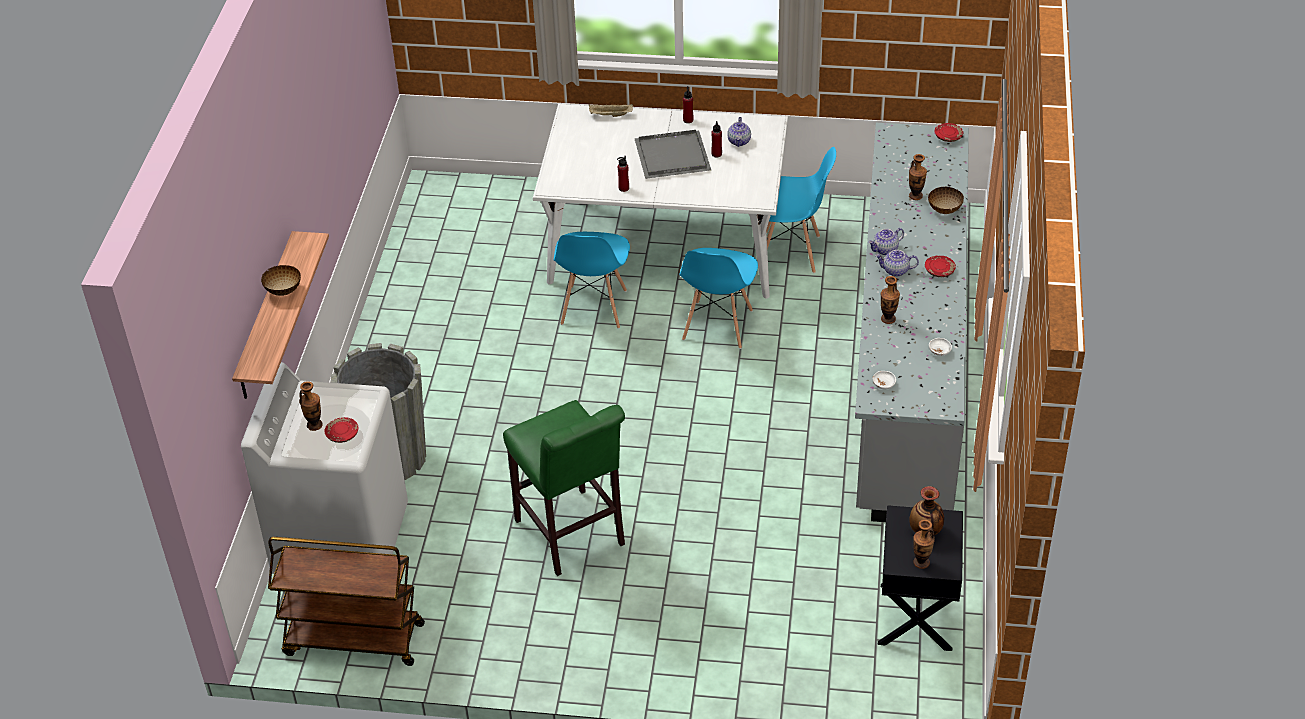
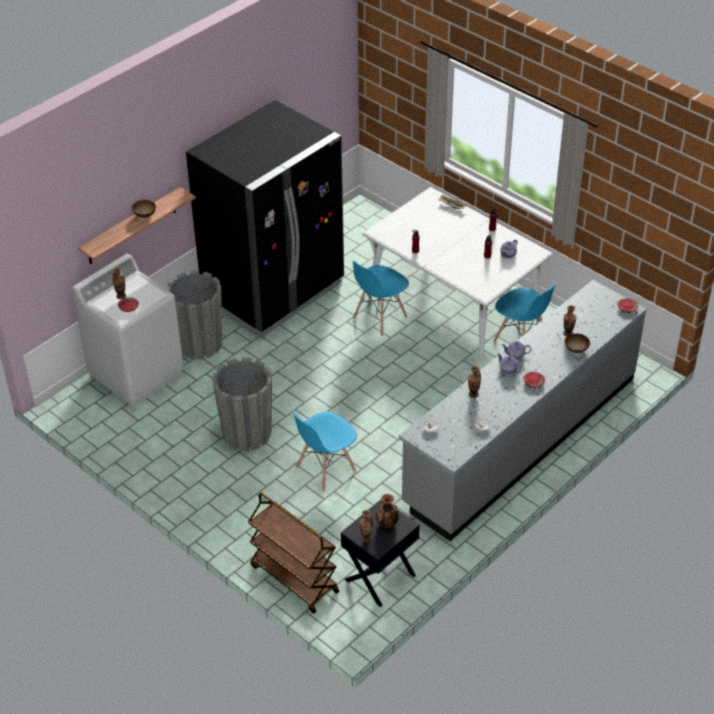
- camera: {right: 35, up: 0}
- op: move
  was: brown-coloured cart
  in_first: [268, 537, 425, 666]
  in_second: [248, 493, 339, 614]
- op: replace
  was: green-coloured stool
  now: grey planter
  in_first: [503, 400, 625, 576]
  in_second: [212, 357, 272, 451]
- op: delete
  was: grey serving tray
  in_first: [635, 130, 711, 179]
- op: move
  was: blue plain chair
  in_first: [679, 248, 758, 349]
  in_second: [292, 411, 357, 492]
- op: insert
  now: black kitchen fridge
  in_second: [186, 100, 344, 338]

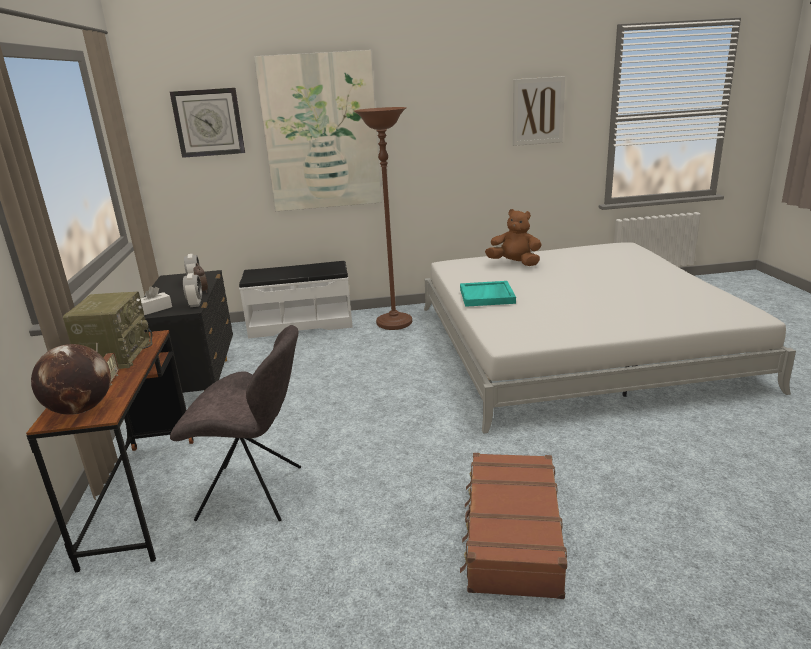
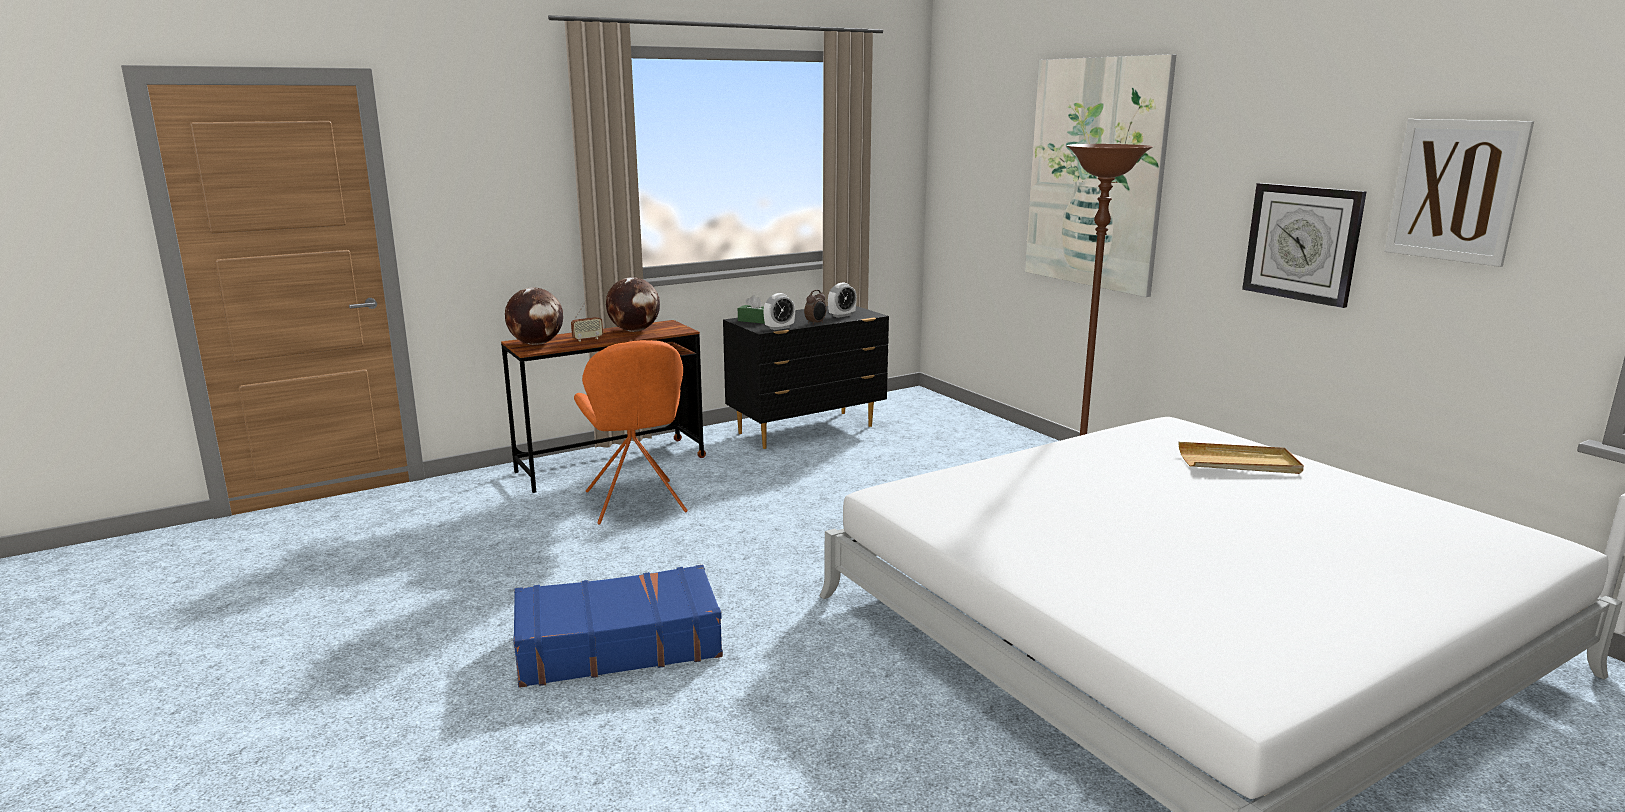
- camera: {right: 65, up: -5}
- op: replace
  was: radio
  now: world globe
  in_first: [63, 292, 152, 369]
  in_second: [606, 277, 660, 332]
- op: recolor
  was: white tissue holder
  now: green-coloured tissue holder
  in_first: [137, 286, 172, 315]
  in_second: [738, 295, 765, 324]
- op: move
  was: clock on the wall
  in_first: [170, 88, 245, 158]
  in_second: [1242, 183, 1367, 308]
- op: recolor
  was: grey plain chair
  now: orange-coloured plain chair
  in_first: [170, 325, 301, 521]
  in_second: [574, 340, 688, 525]
- op: delete
  was: white bench
  in_first: [239, 261, 353, 339]
- op: delete
  was: turquoise-coloured serving tray
  in_first: [460, 281, 516, 307]
- op: recolor
  was: brown-coloured suitcase
  now: blue suitcase
  in_first: [460, 453, 567, 599]
  in_second: [513, 565, 723, 688]
- op: replace
  was: brown-coloured soft toy
  now: beige serving tray
  in_first: [485, 209, 542, 266]
  in_second: [1179, 442, 1304, 474]

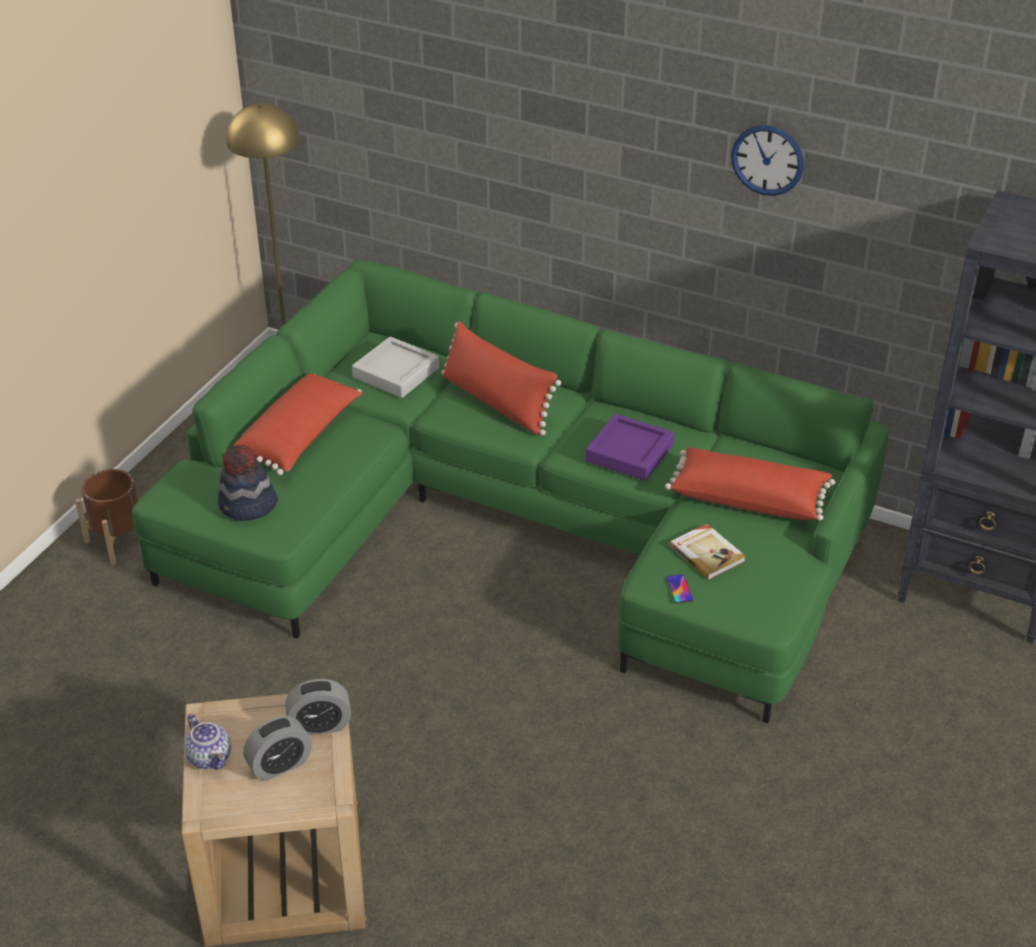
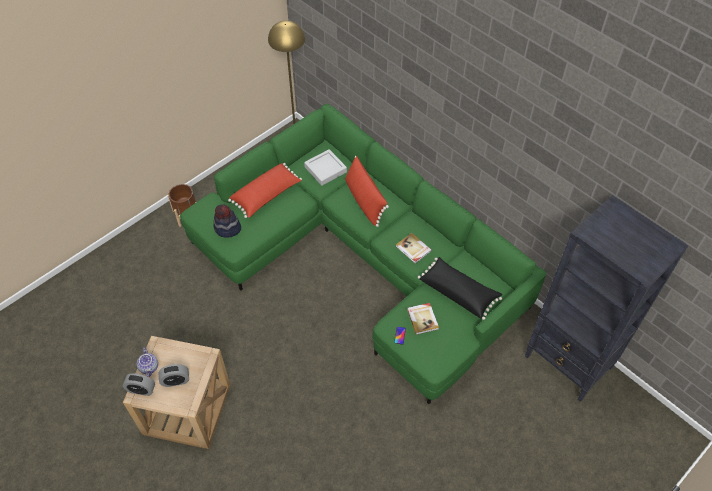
- camera: {right: 20, up: 15}
- op: move
  was: bedside clock
  in_first: [285, 679, 351, 736]
  in_second: [123, 373, 155, 396]
- op: replace
  was: purplish serving tray
  now: bound book
  in_first: [586, 414, 674, 481]
  in_second: [396, 233, 432, 264]
- op: recolor
  was: red throw pillow
  now: black throw pillow
  in_first: [665, 447, 835, 521]
  in_second: [418, 257, 502, 320]
- op: delete
  was: clock on the wall
  in_first: [731, 125, 804, 196]

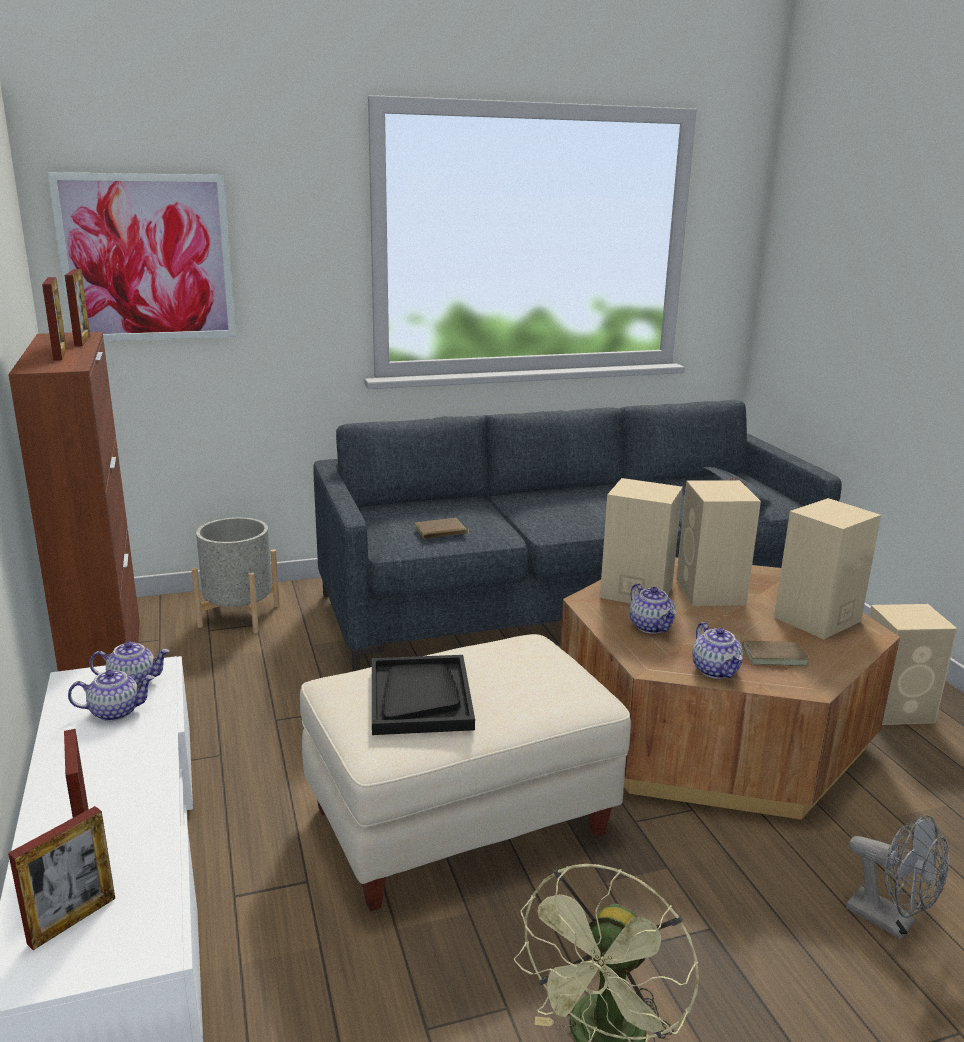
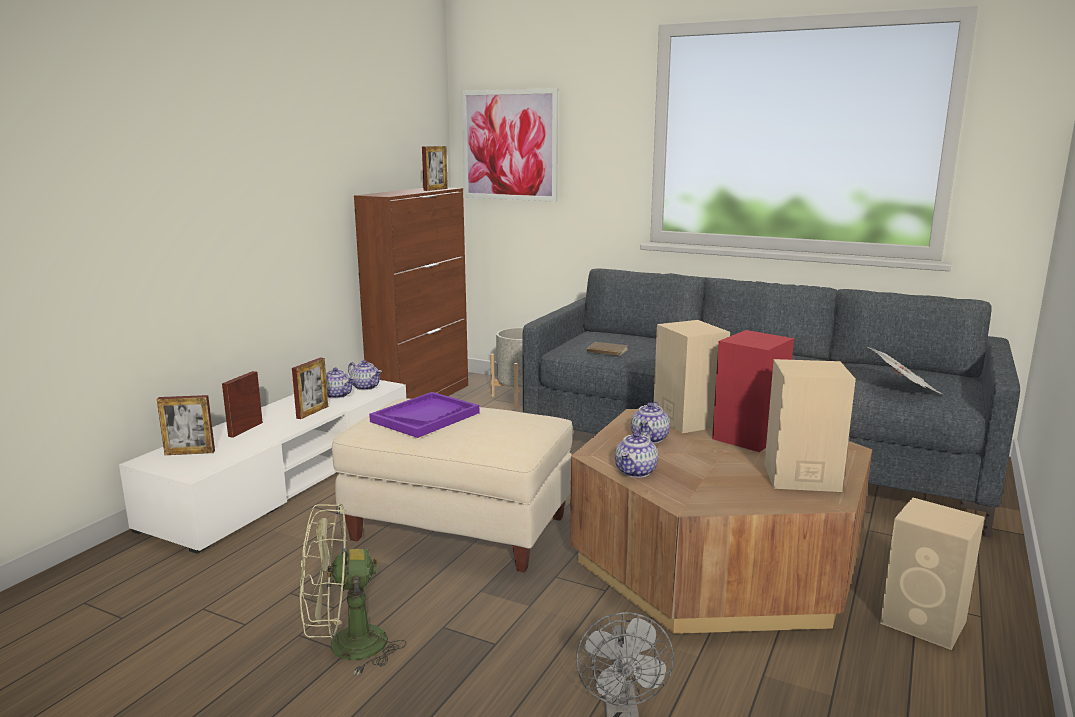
- camera: {right: 45, up: -5}
- op: move
  was: picture frame
  in_first: [42, 277, 67, 361]
  in_second: [292, 358, 328, 419]
- op: recolor
  was: black serving tray
  now: purplish serving tray
  in_first: [372, 655, 475, 735]
  in_second: [369, 392, 479, 438]
- op: recolor
  was: beige audio speaker
  now: red audio speaker
  in_first: [676, 480, 761, 606]
  in_second: [712, 330, 794, 452]
- op: delete
  was: brown-coloured bound book
  in_first: [740, 635, 809, 666]

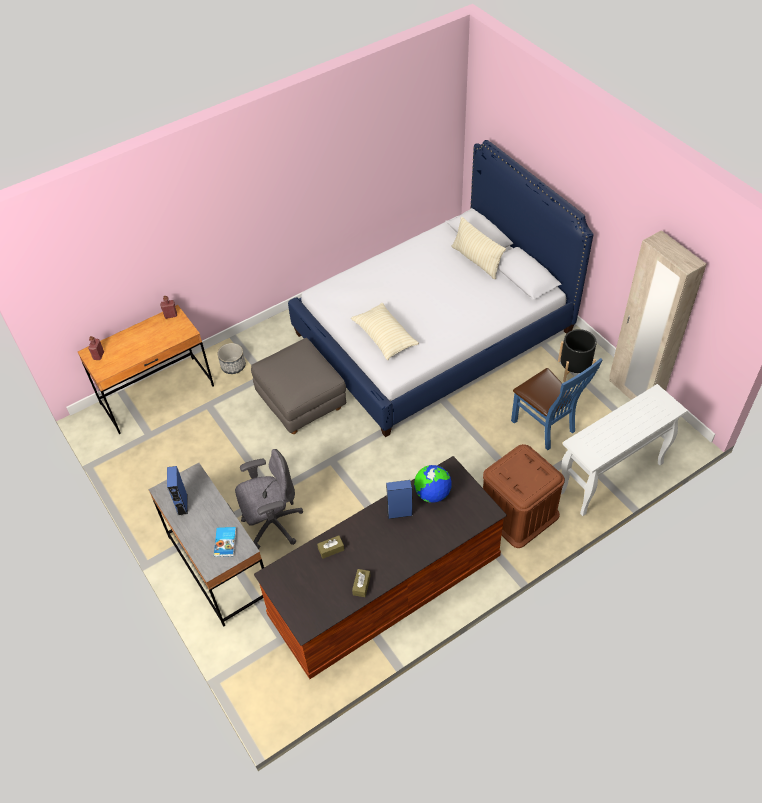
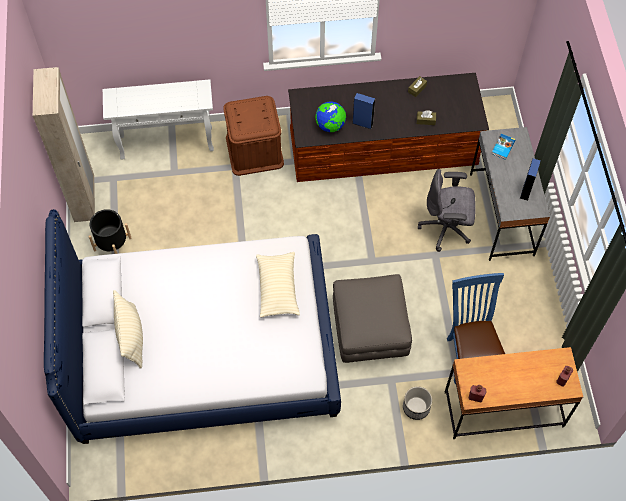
- camera: {right: -155, up: 10}
- op: move
  was: blue plain chair
  in_first: [511, 358, 603, 450]
  in_second: [447, 273, 505, 384]

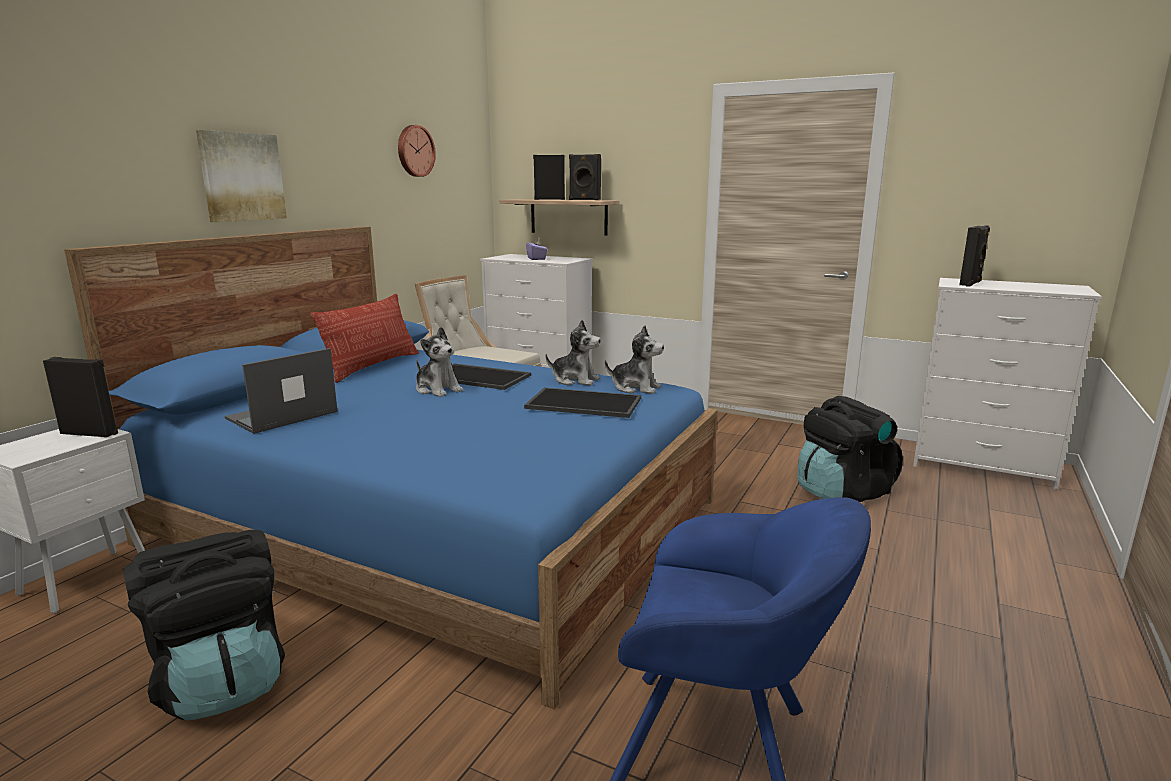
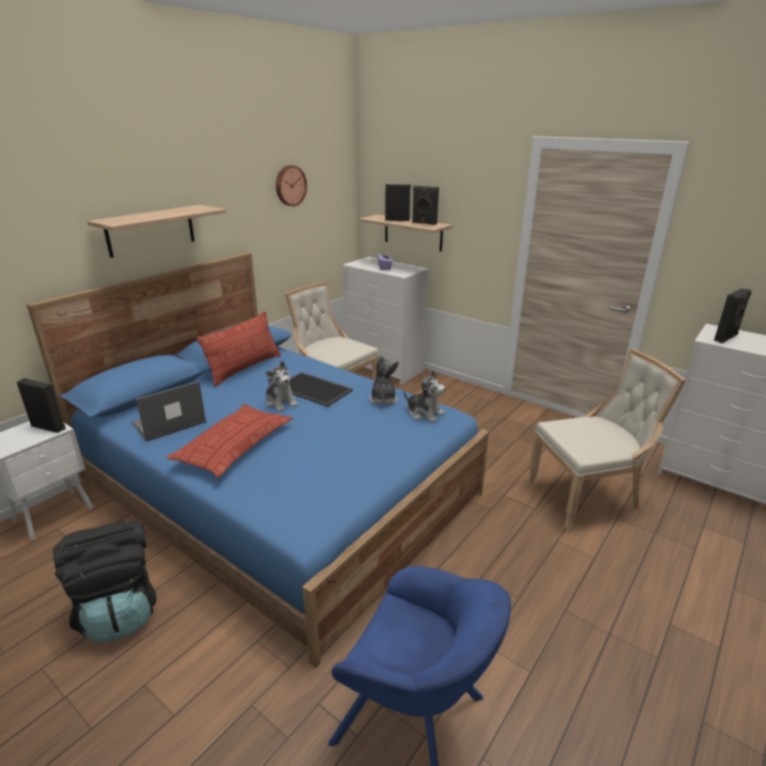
- camera: {right: 10, up: 10}
- op: replace
  was: wall art
  now: wall shelf
  in_first: [196, 130, 287, 222]
  in_second: [87, 205, 226, 258]
- op: delete
  was: serving tray
  in_first: [524, 388, 641, 418]
- op: rotate
  was: soft toy
  in_first: [545, 320, 601, 386]
  in_second: [369, 355, 399, 405]
  clockwise: -120
- op: replace
  was: black backpack
  now: beige plain chair
  in_first: [798, 396, 903, 502]
  in_second: [526, 349, 686, 530]
- op: insert
  now: throw pillow
  in_second: [167, 404, 293, 478]

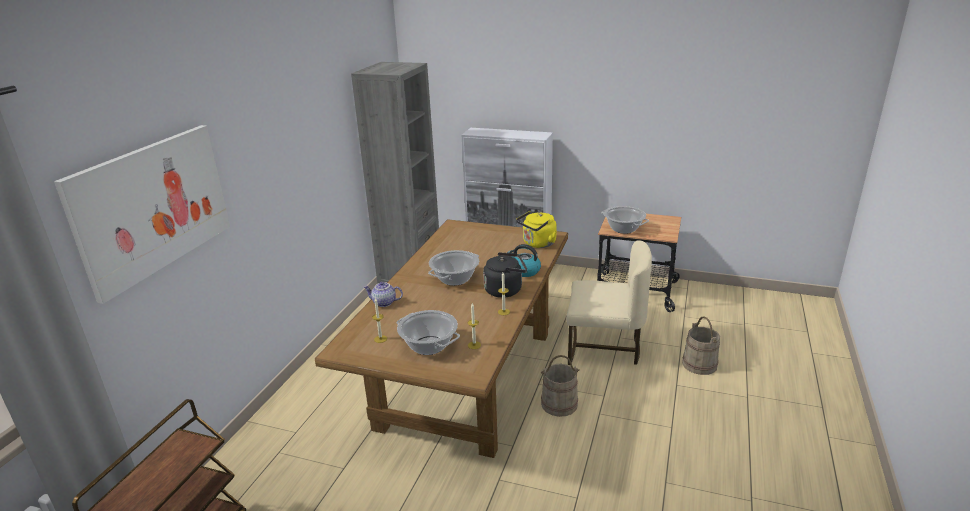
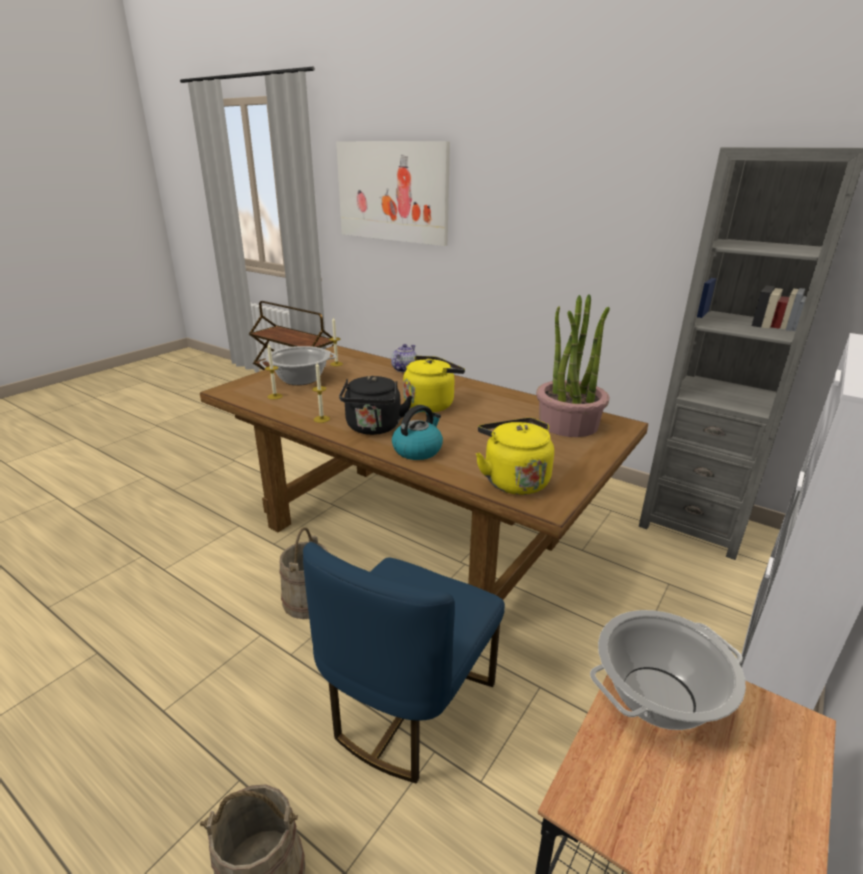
- camera: {right: 105, up: 0}
- op: replace
  was: saucepot
  now: yellowish tea kettle
  in_first: [428, 250, 479, 286]
  in_second: [403, 356, 465, 413]
- op: recolor
  was: beige plain chair
  now: blue plain chair
  in_first: [566, 240, 652, 365]
  in_second: [303, 542, 505, 784]
- op: insert
  now: potted plant
  in_second: [536, 294, 610, 437]

